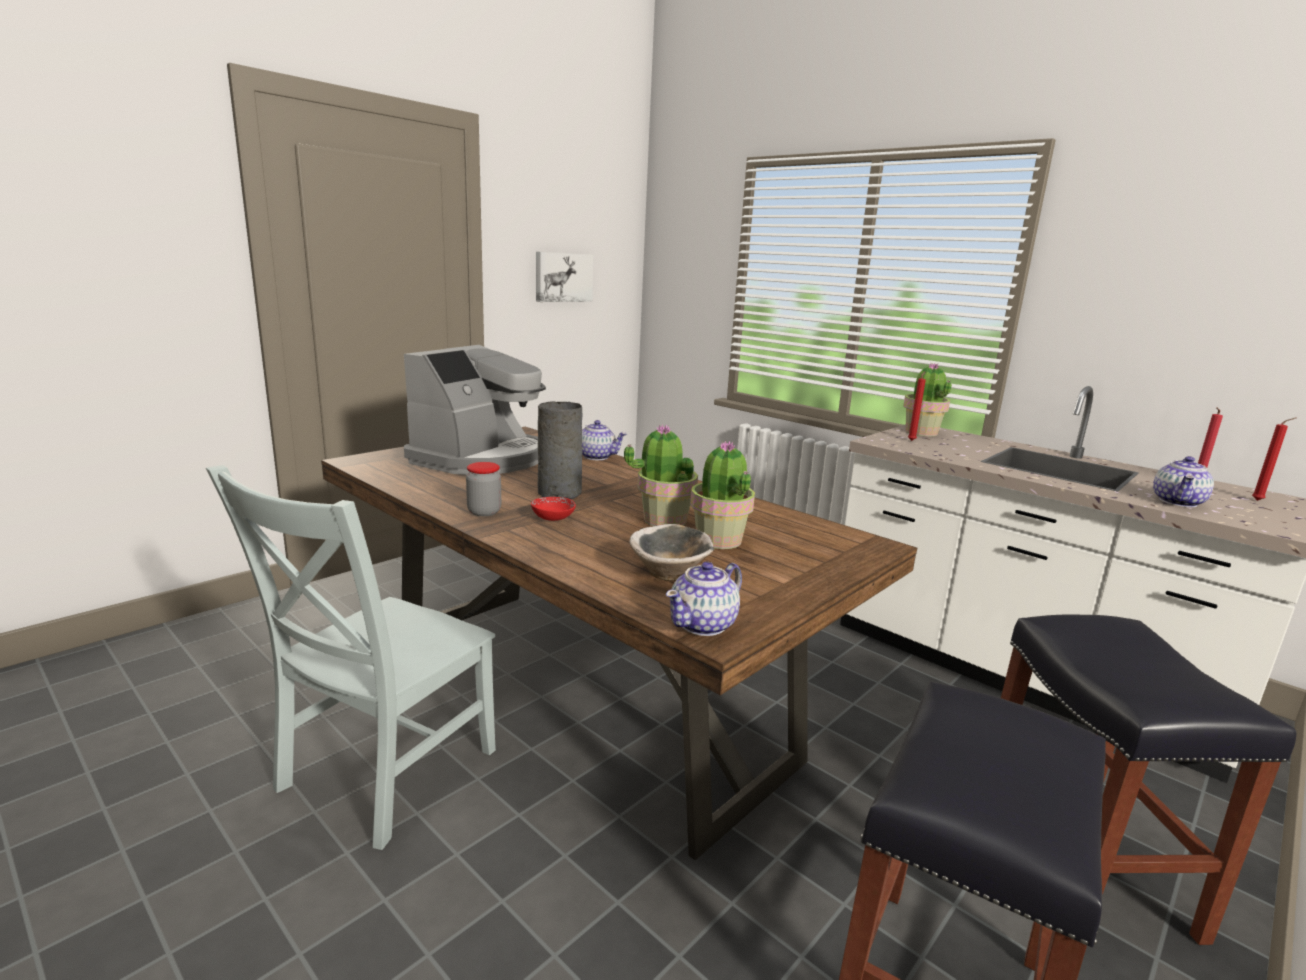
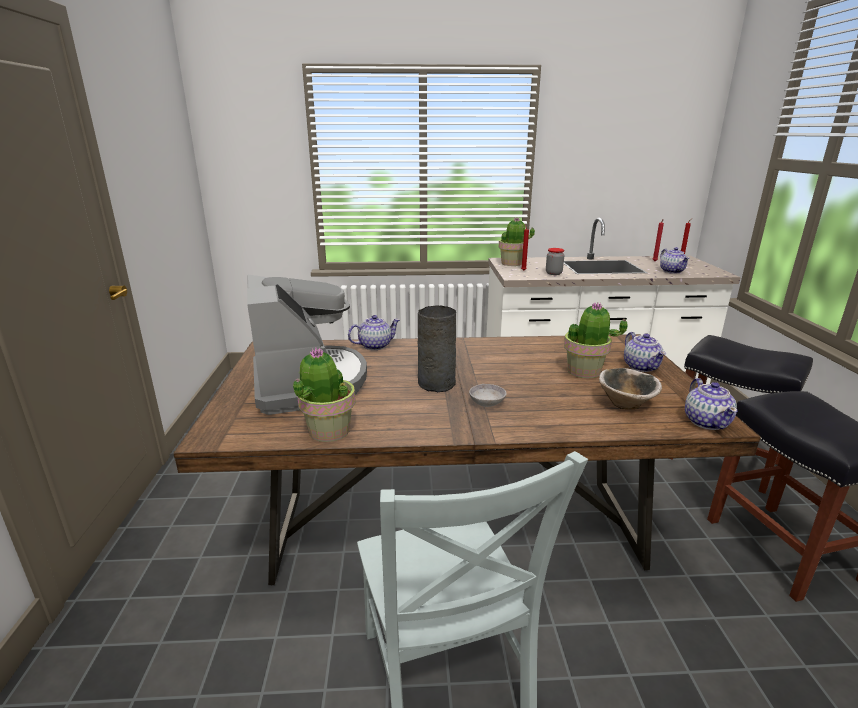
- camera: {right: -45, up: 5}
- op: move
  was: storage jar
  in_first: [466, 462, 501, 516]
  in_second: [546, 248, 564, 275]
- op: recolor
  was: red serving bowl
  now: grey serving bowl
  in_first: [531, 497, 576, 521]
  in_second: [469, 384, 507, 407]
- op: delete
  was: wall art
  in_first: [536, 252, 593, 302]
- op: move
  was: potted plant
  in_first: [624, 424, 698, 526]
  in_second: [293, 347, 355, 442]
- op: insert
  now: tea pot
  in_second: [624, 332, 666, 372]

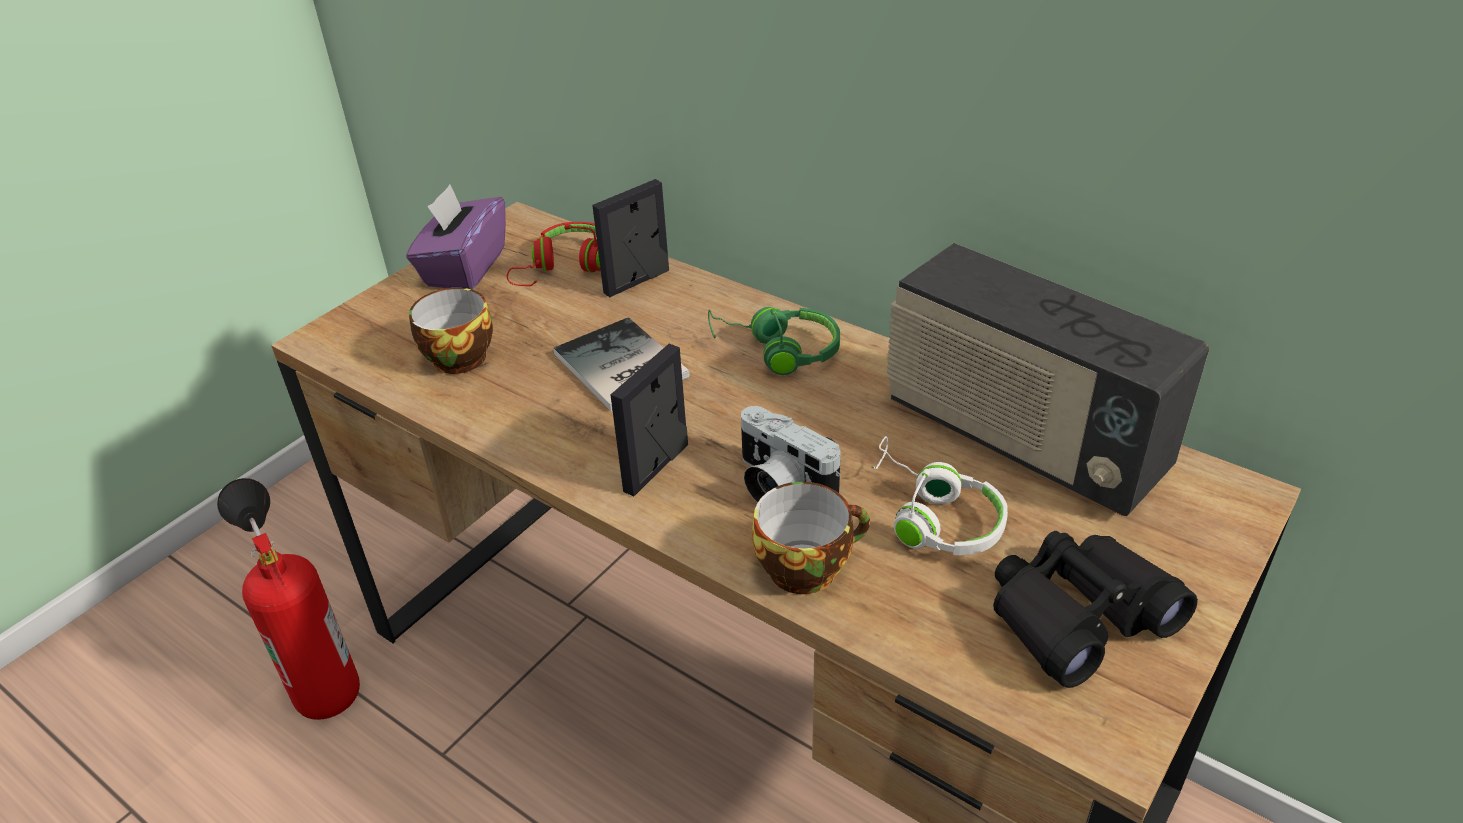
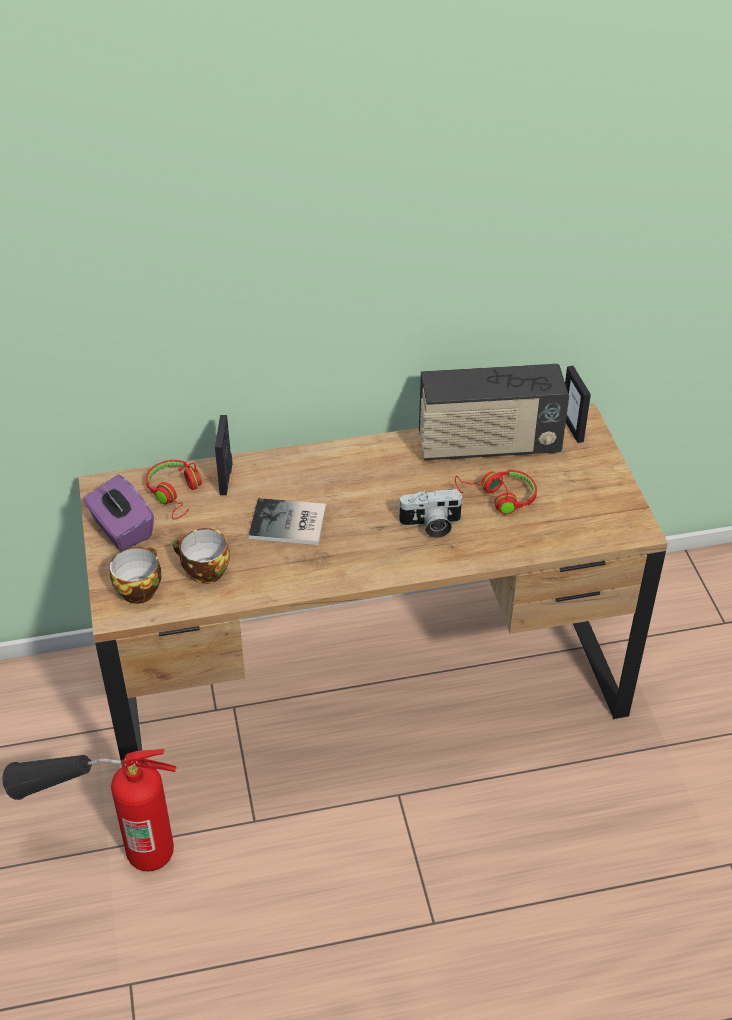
- camera: {right: -50, up: 5}
- op: move
  was: picture frame
  in_first: [611, 344, 688, 496]
  in_second: [565, 366, 591, 443]
- op: delete
  was: green-coloured pair of headphones
  in_first: [708, 307, 840, 375]
- op: move
  was: drinking cup
  in_first: [752, 482, 870, 594]
  in_second: [110, 547, 162, 604]
- op: recolor
  was: white pair of headphones
  now: red pair of headphones
  in_first: [871, 436, 1008, 555]
  in_second: [455, 470, 537, 514]
- op: delete
  was: black pair of binoculars
  in_first: [993, 531, 1198, 688]

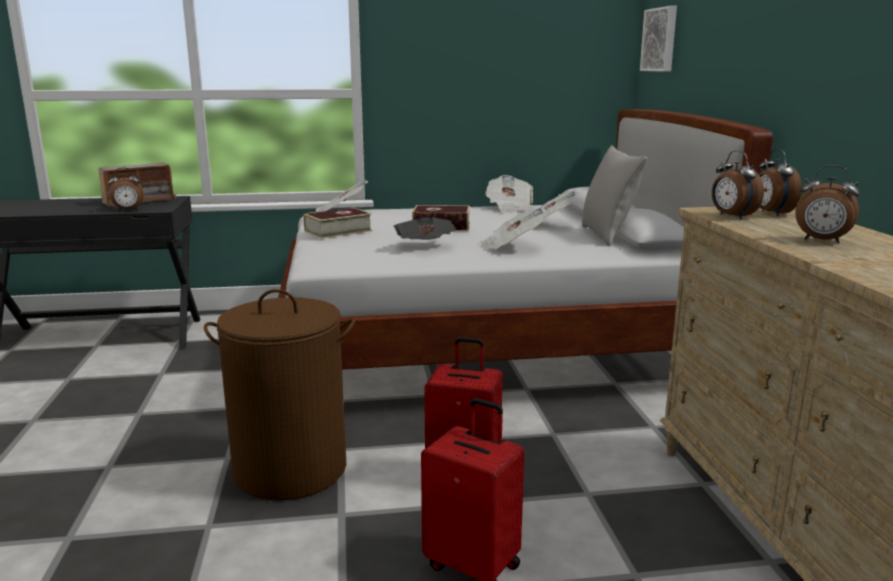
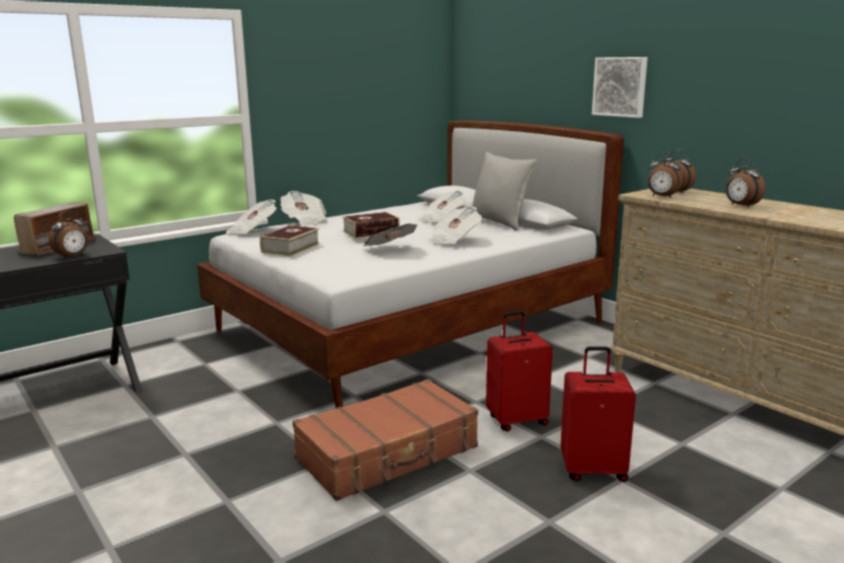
- camera: {right: -30, up: 0}
- op: replace
  was: brown-coloured hamper
  now: brown-coloured suitcase
  in_first: [204, 289, 355, 500]
  in_second: [292, 379, 478, 501]
- op: move
  was: daily paper
  in_first: [485, 175, 533, 213]
  in_second: [280, 191, 327, 226]
- op: move
  was: wall art
  in_first: [640, 6, 677, 72]
  in_second: [592, 57, 648, 118]
- op: rotate
  was: bedside clock
  in_first: [796, 165, 860, 244]
  in_second: [726, 158, 765, 208]
  clockwise: 60

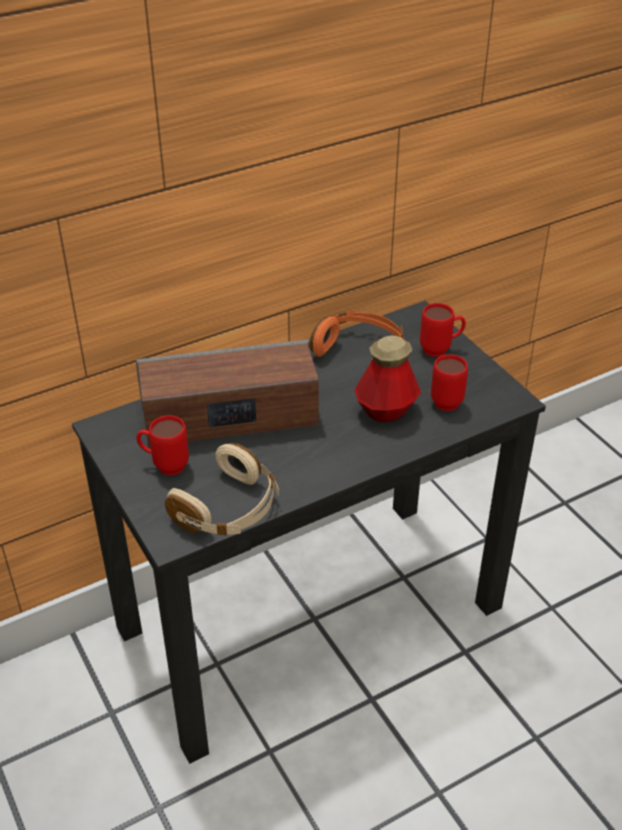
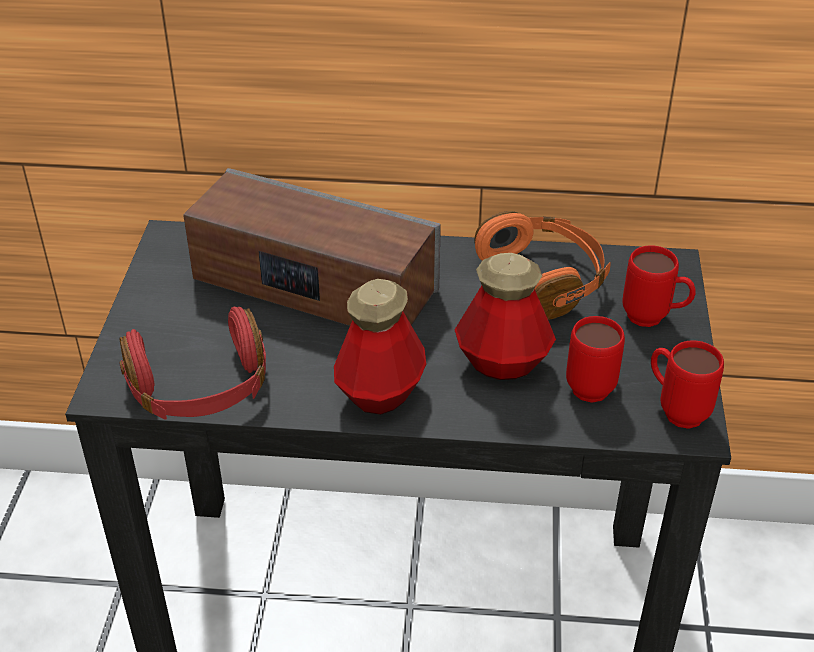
- camera: {right: 35, up: 0}
- op: move
  was: red mug
  in_first: [137, 415, 189, 476]
  in_second: [651, 340, 724, 429]
- op: recolor
  was: beige pair of headphones
  now: red pair of headphones
  in_first: [165, 443, 279, 535]
  in_second: [119, 307, 266, 419]
- op: insert
  now: bottle
  in_second: [334, 279, 426, 415]

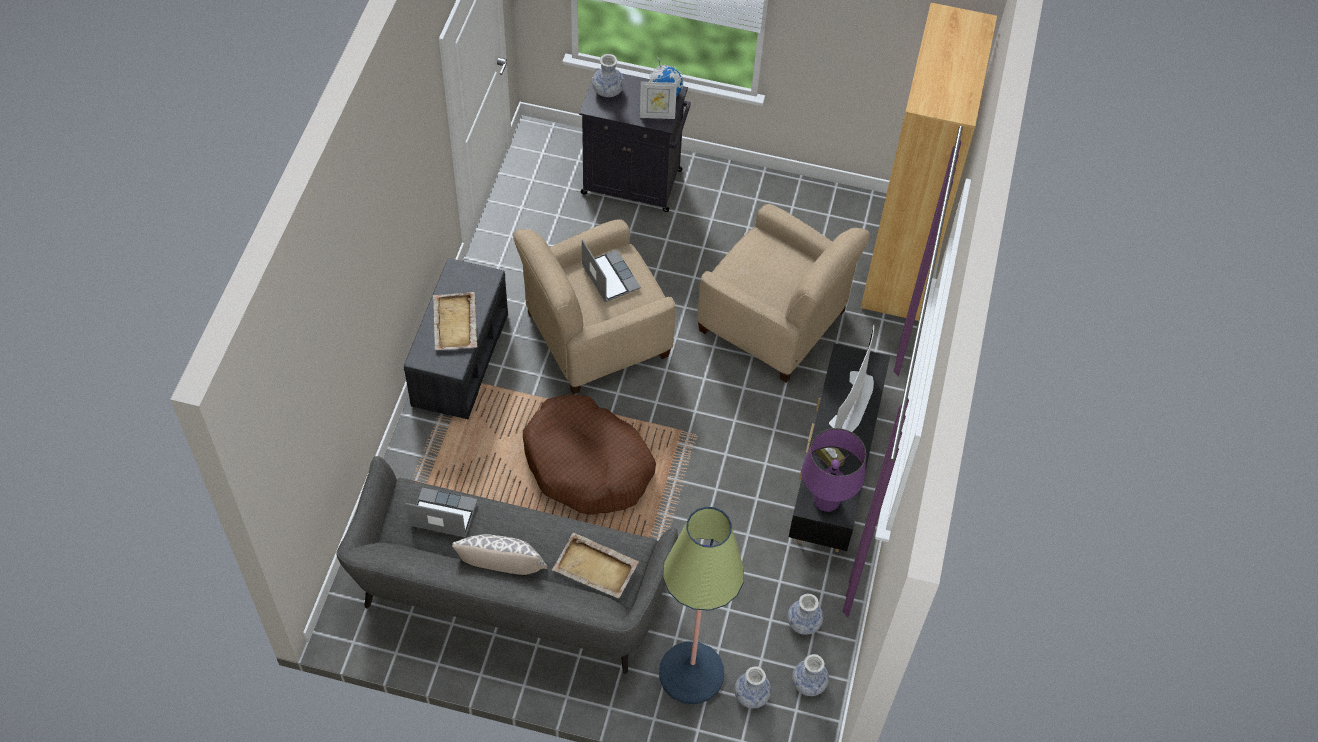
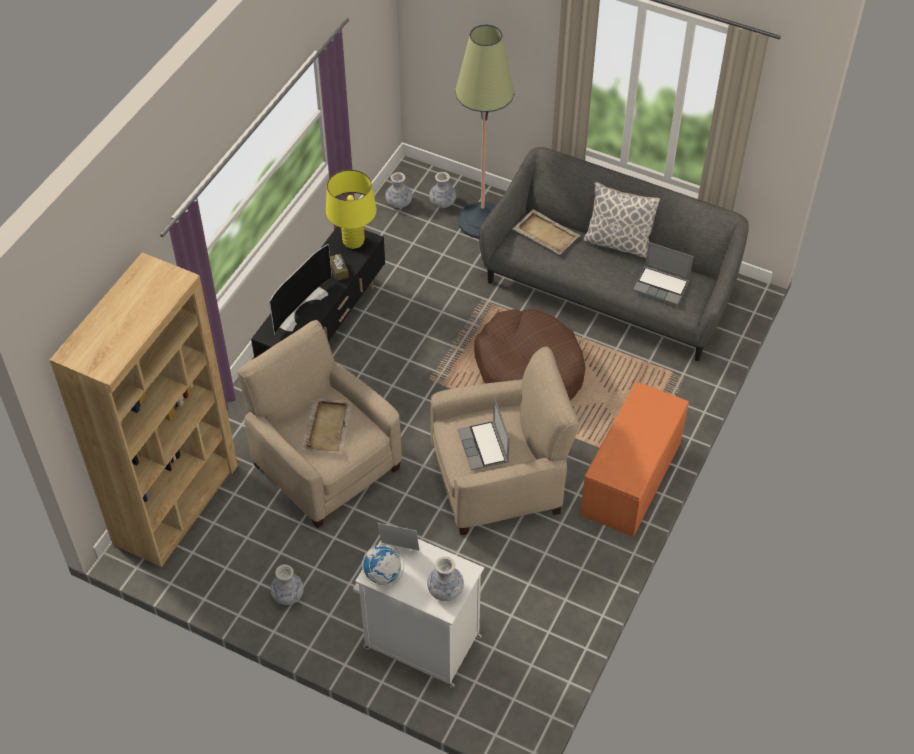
- camera: {right: -165, up: -5}
- op: recolor
  was: grey bench
  now: orange-coloured bench
  in_first: [404, 258, 508, 419]
  in_second: [580, 382, 689, 537]
- op: move
  was: beige serving tray
  in_first: [433, 292, 477, 350]
  in_second: [302, 397, 352, 455]
- op: recolor
  was: black cupboard
  now: white cupboard
  in_first: [579, 68, 691, 212]
  in_second: [353, 539, 484, 688]
- op: move
  was: decorative vase
  in_first: [787, 594, 823, 635]
  in_second: [270, 564, 304, 605]
- op: recolor
  was: purplish table lamp
  now: yellowish table lamp
  in_first: [802, 428, 866, 512]
  in_second: [326, 170, 377, 249]

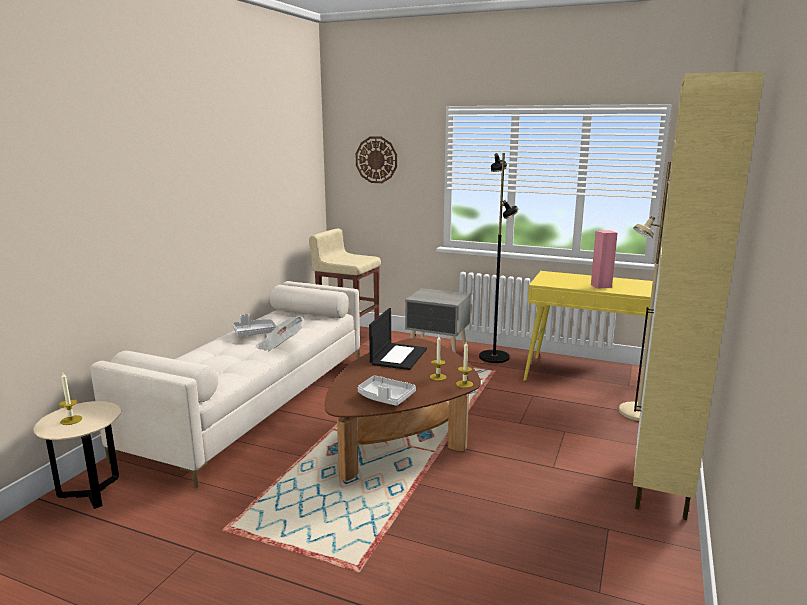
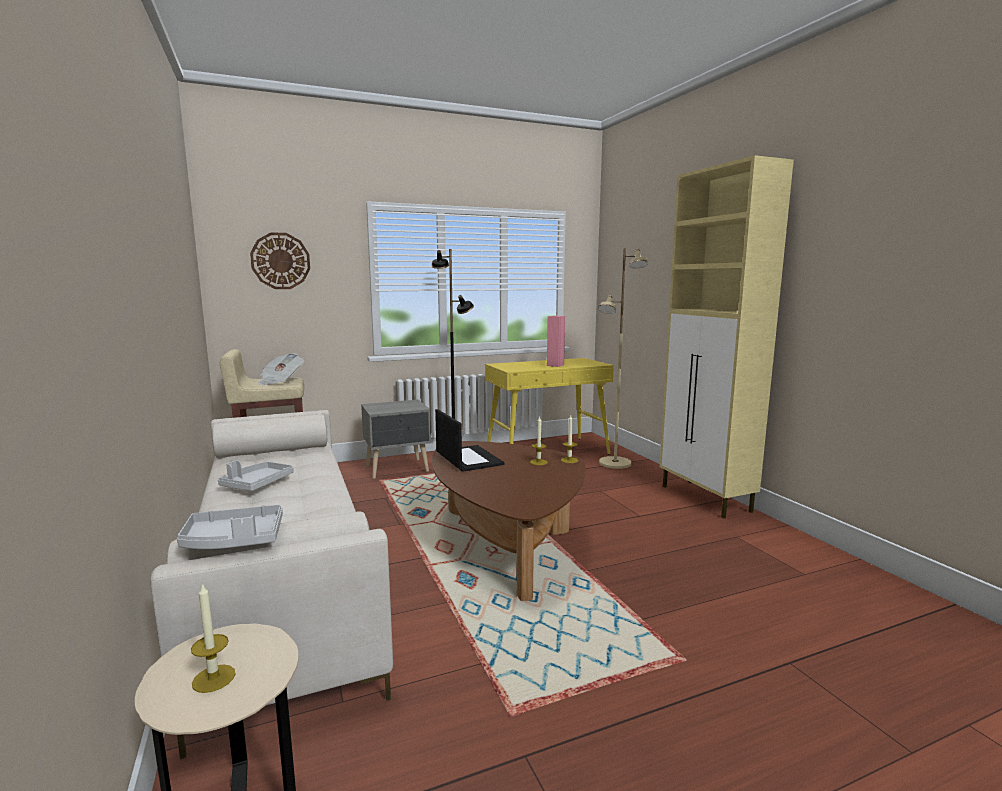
- camera: {right: -45, up: -5}
- op: move
  was: daily paper
  in_first: [256, 316, 304, 351]
  in_second: [258, 353, 304, 385]
- op: move
  was: grey serving tray
  in_first: [358, 375, 416, 406]
  in_second: [177, 505, 283, 549]

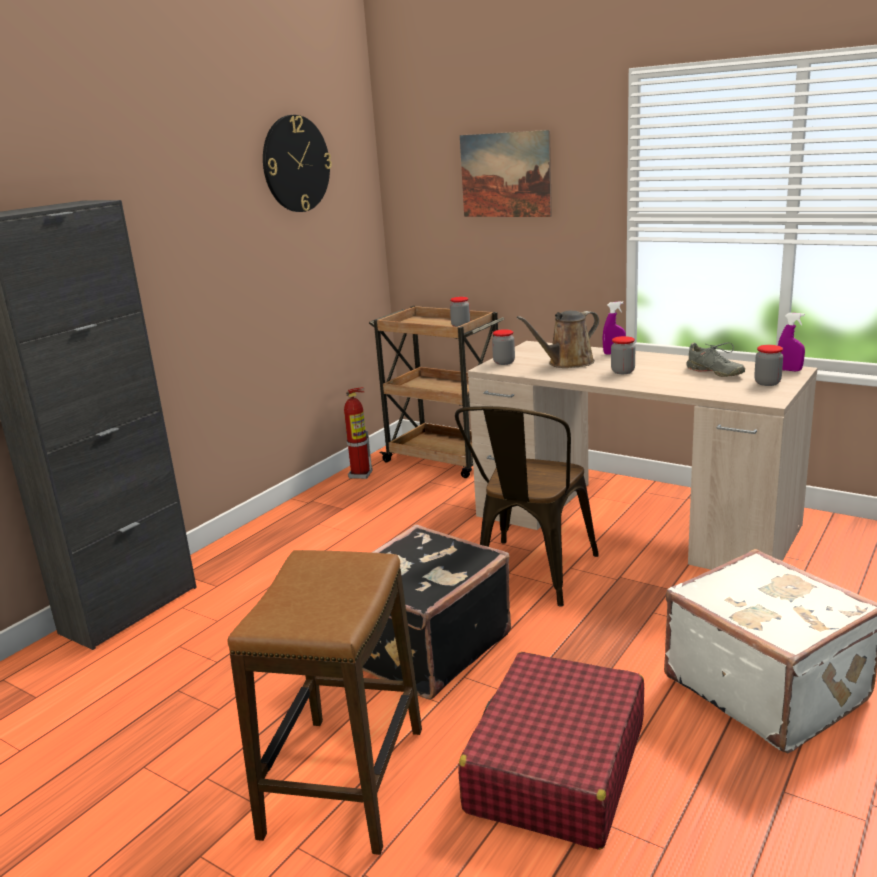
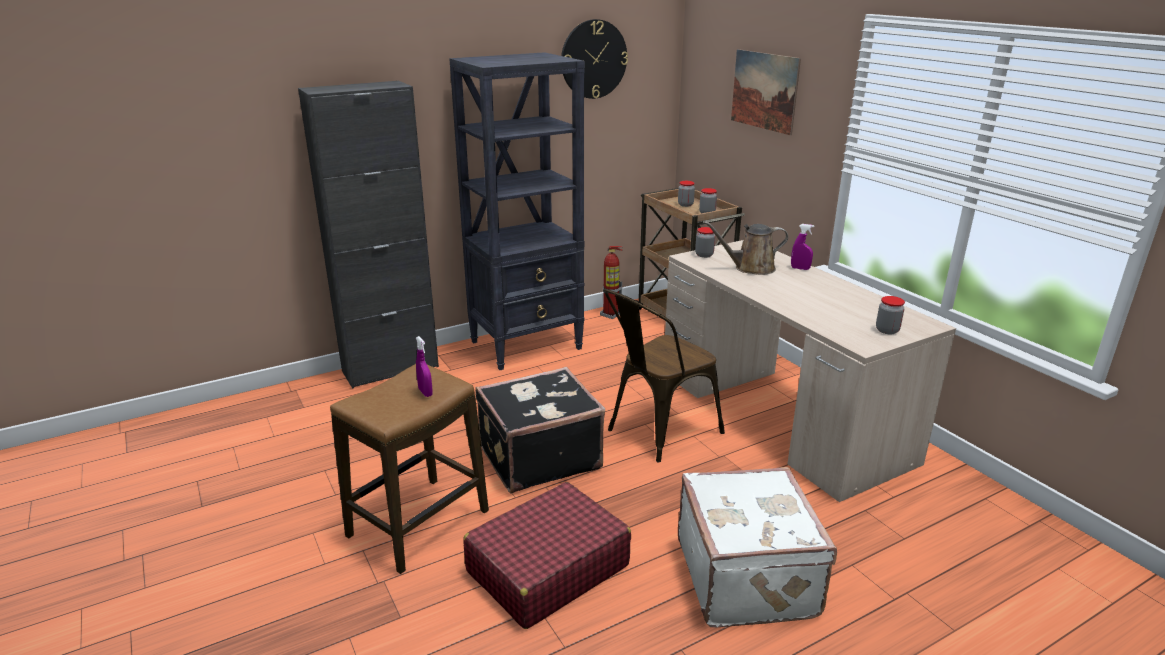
- camera: {right: 25, up: 5}
- op: move
  was: storage jar
  in_first: [611, 336, 635, 374]
  in_second: [678, 181, 695, 207]
- op: delete
  was: grey shoe
  in_first: [687, 342, 745, 377]
- op: move
  was: purplish sprayer
  in_first: [778, 313, 805, 371]
  in_second: [416, 336, 433, 397]
- op: insert
  now: black shelving unit
  in_second: [449, 52, 585, 370]

